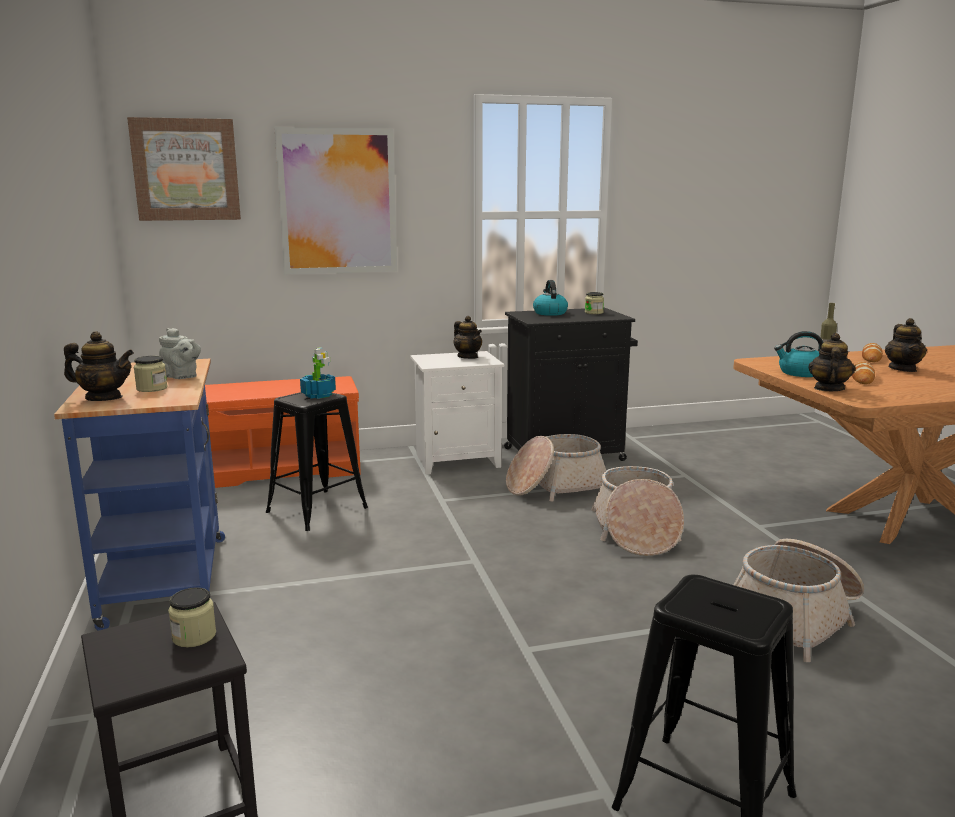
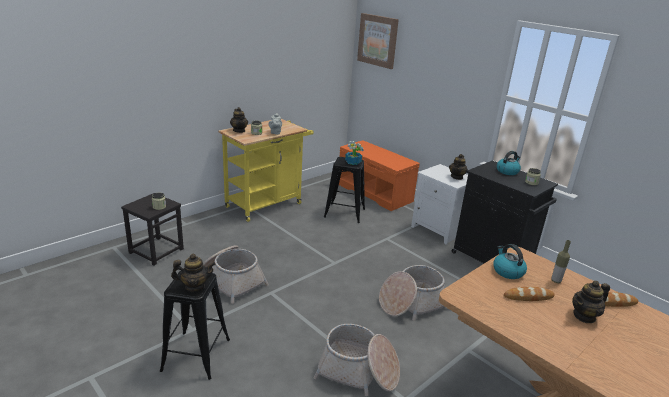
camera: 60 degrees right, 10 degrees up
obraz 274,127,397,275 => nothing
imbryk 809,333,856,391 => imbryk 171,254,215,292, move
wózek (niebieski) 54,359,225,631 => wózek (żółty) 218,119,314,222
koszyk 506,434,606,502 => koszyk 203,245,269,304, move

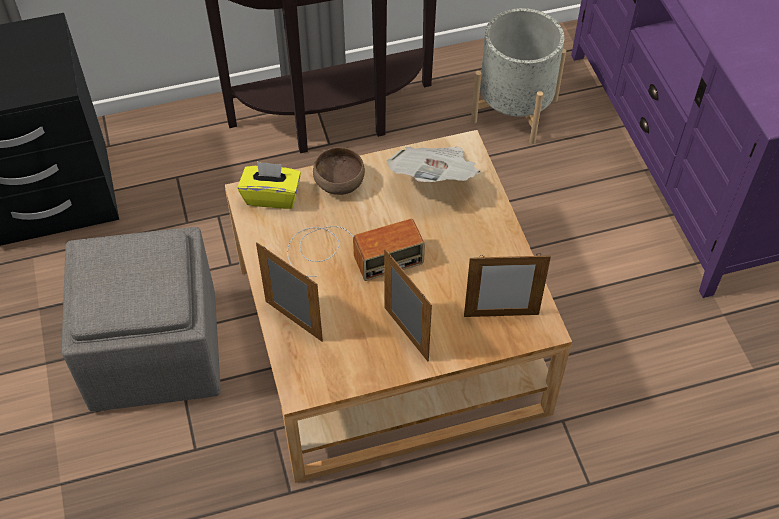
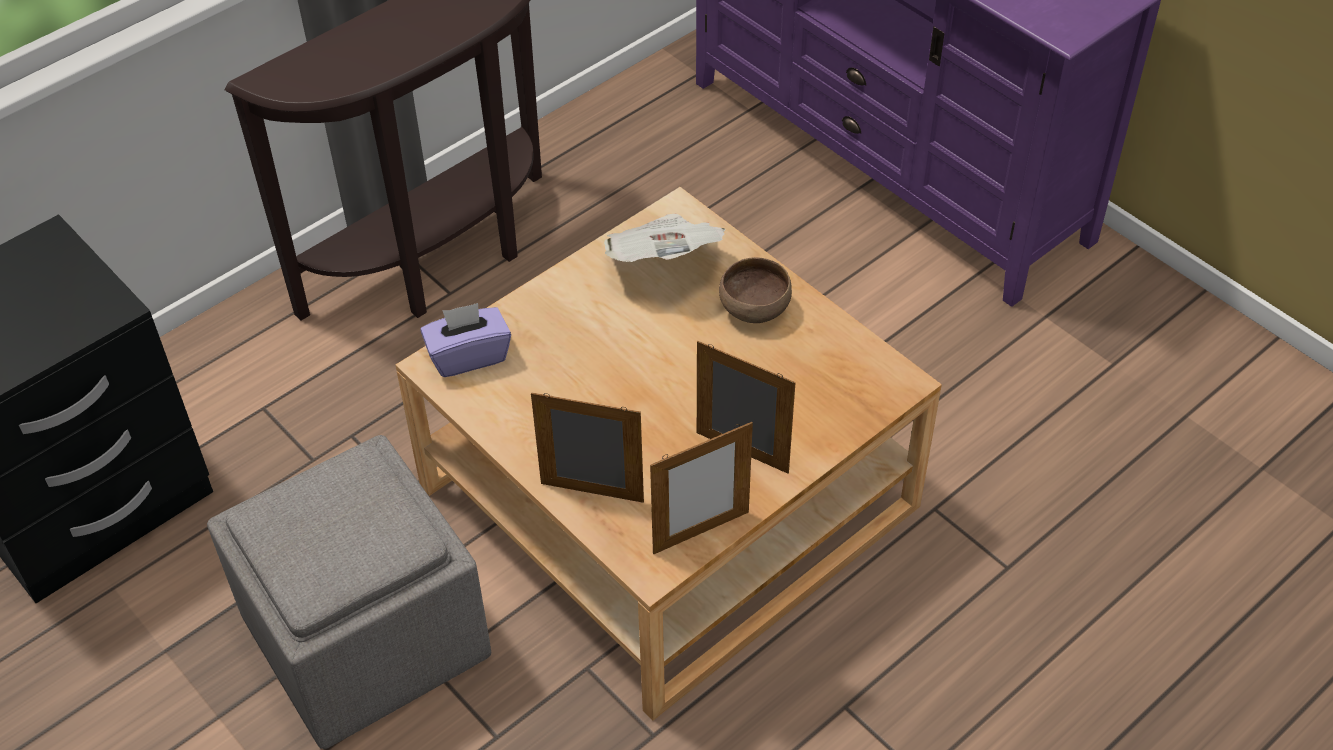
camera: 25 degrees left, 5 degrees down
donica (szary) 471,8,566,144 => nothing
miska (brązowy) 313,147,365,195 => miska (brązowy) 719,257,792,323, move
pudełko chusteczek (żółty) 238,161,301,209 => pudełko chusteczek (fioletowy) 420,303,511,377
radio 287,219,425,281 => nothing
ramka na zdjęcie 464,253,551,317 => ramka na zdjęcie 650,422,753,554, move

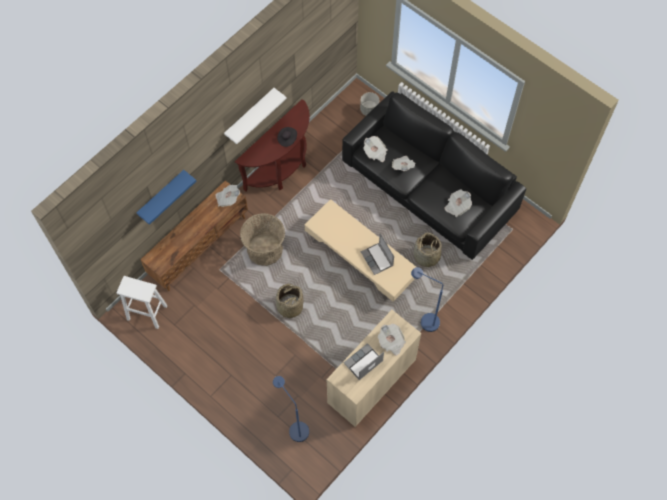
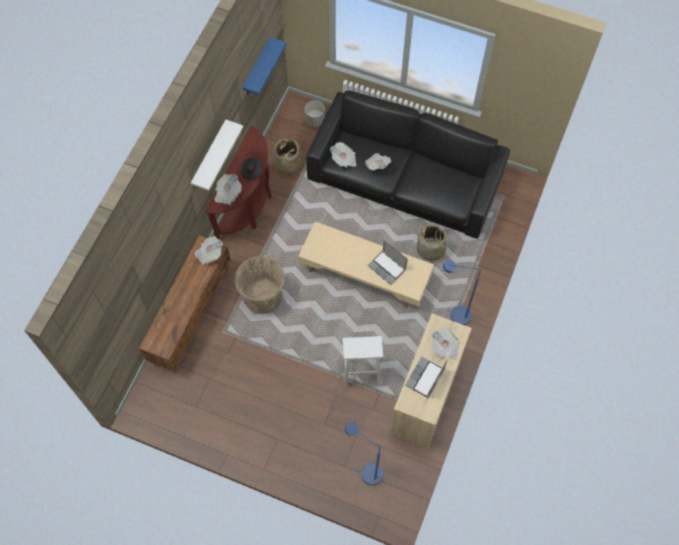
camera: 20 degrees left, 0 degrees up
półka (niebieski) 136,170,196,225 => półka (niebieski) 242,37,287,95, move
gazeta 444,189,472,217 => gazeta 214,174,242,205, move
stołek (biały) 117,276,168,329 => stołek (biały) 342,336,383,386, move
koszyk 276,284,304,319 => koszyk 273,138,301,177, move

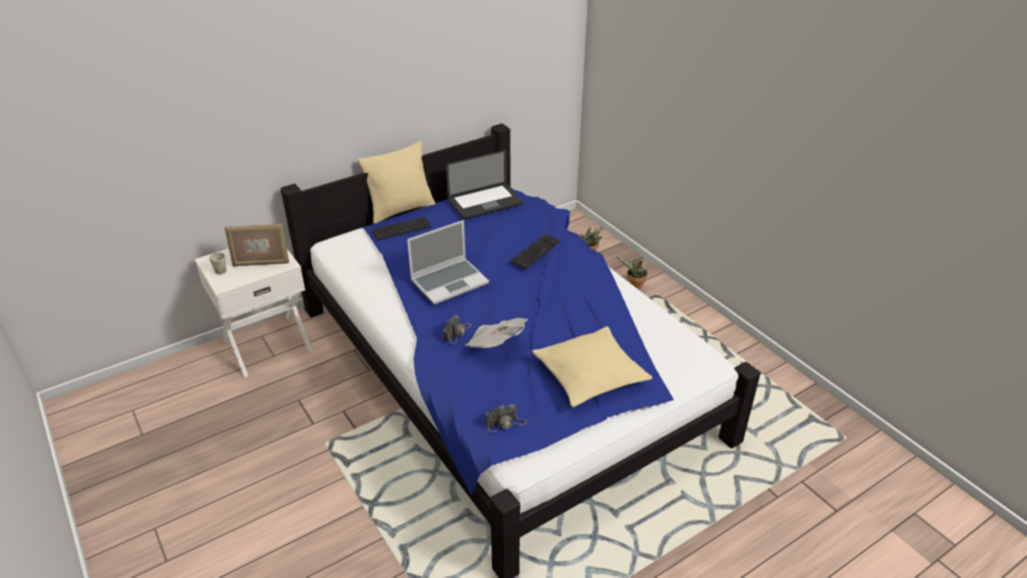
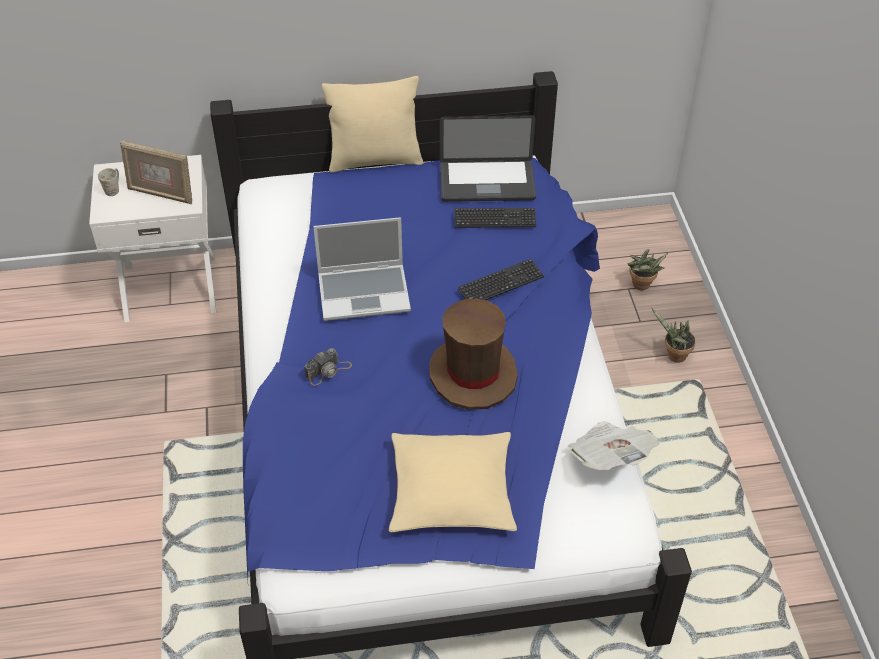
camera: 25 degrees right, 10 degrees up
klawiatura 372,216,432,241 => klawiatura 454,208,536,228, move
gazeta 465,318,528,348 => gazeta 568,421,660,470, move
aparat fotograficzny 486,404,527,432 => nothing
nothing => kapelusz (brązowy) 429,299,518,410

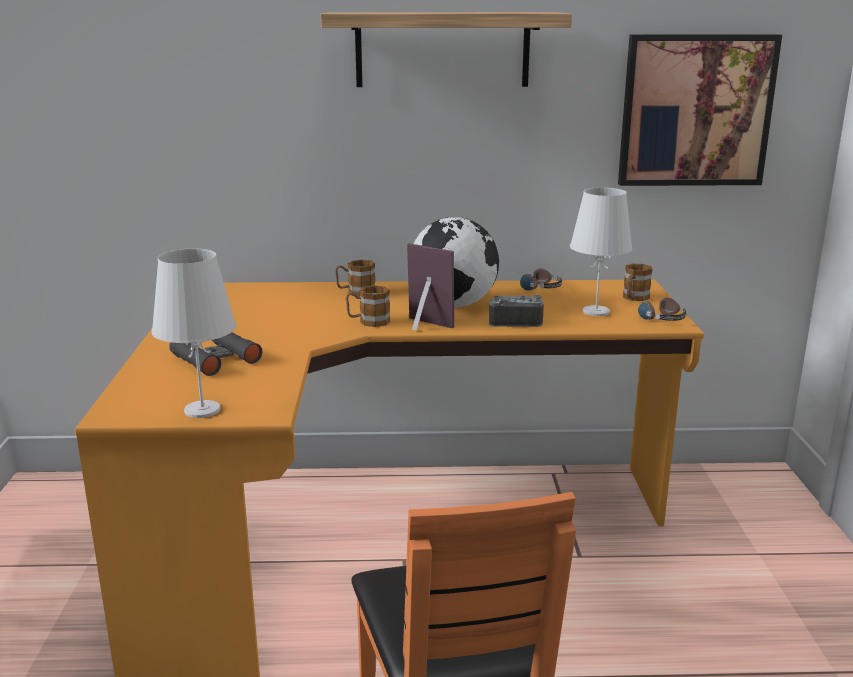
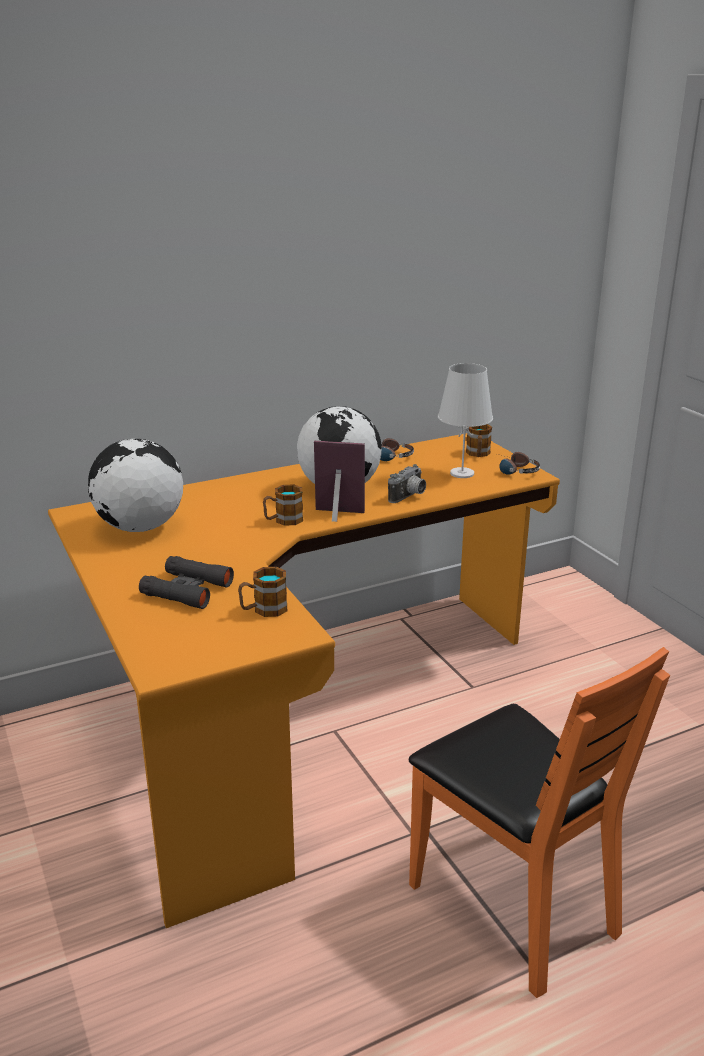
camera: 25 degrees left, 5 degrees up
półka 321,12,572,87 => nothing
obraz 618,34,782,186 => nothing
lampa stołowa (biały) 151,249,237,418 => nothing
kubek 335,260,375,296 => kubek 238,567,287,617, move
aparat fotograficzny 489,295,544,327 => aparat fotograficzny 388,464,426,503, 150 degrees clockwise
nothing => globus 88,438,183,532

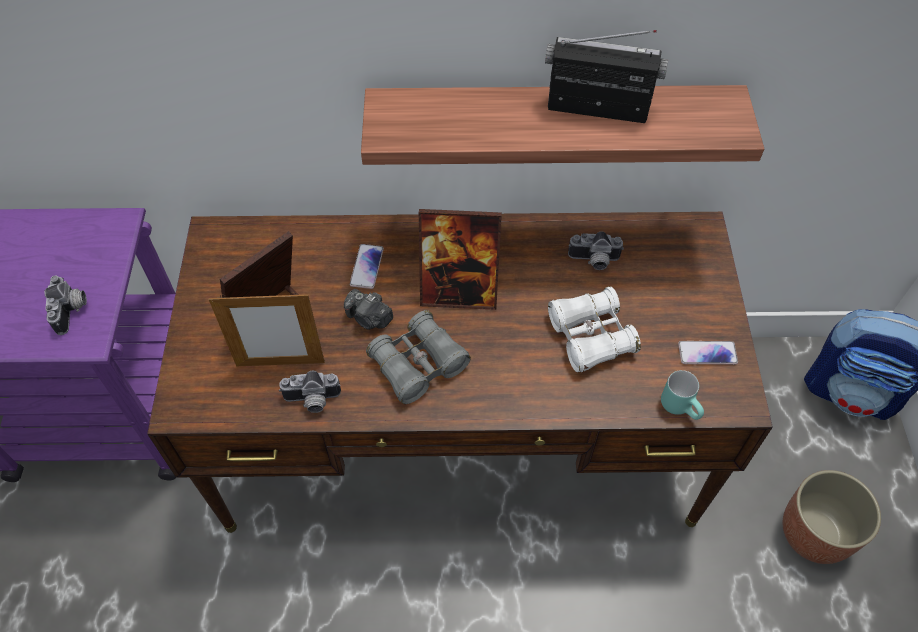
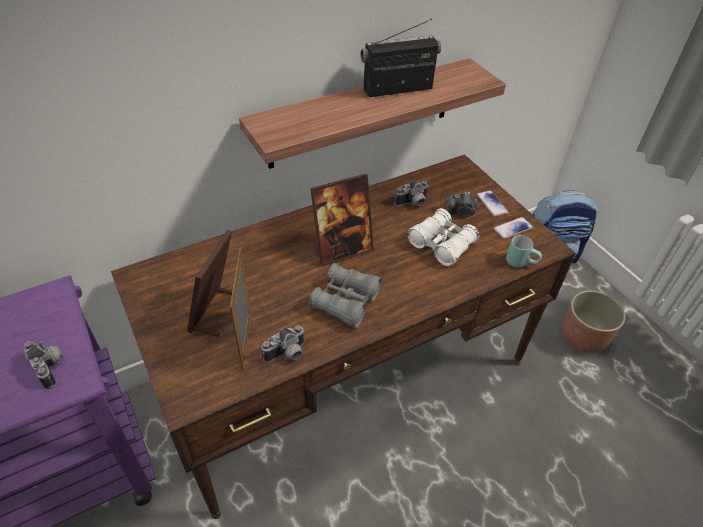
camera: 30 degrees left, 10 degrees down
telefon 350,244,384,289 => telefon 477,190,508,217, move
aparat fotograficzny 344,289,393,330 => aparat fotograficzny 445,191,478,217, move
ramka na zdjęcie 209,292,325,367 => ramka na zdjęcie 230,248,251,370, 120 degrees clockwise

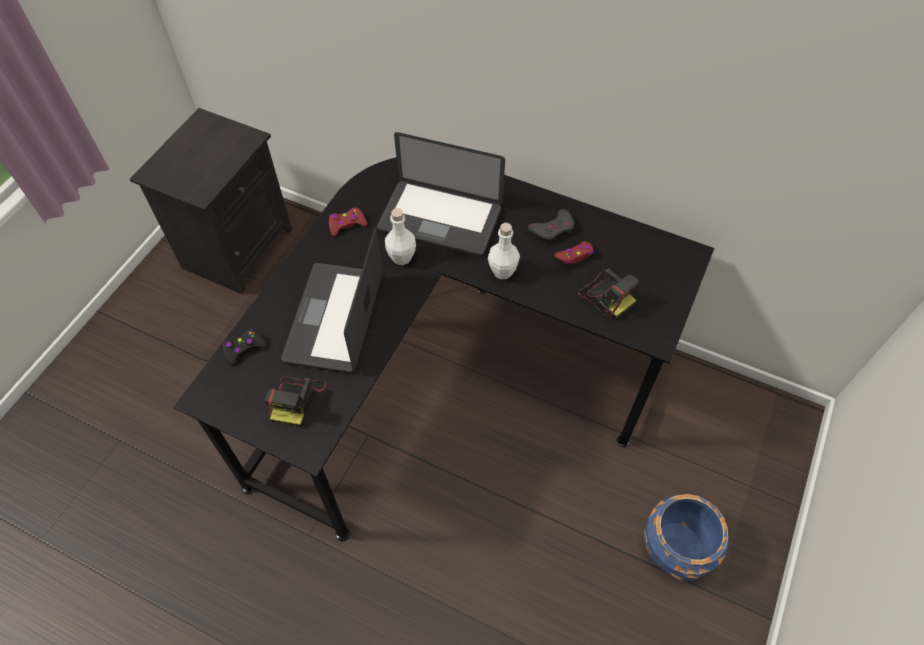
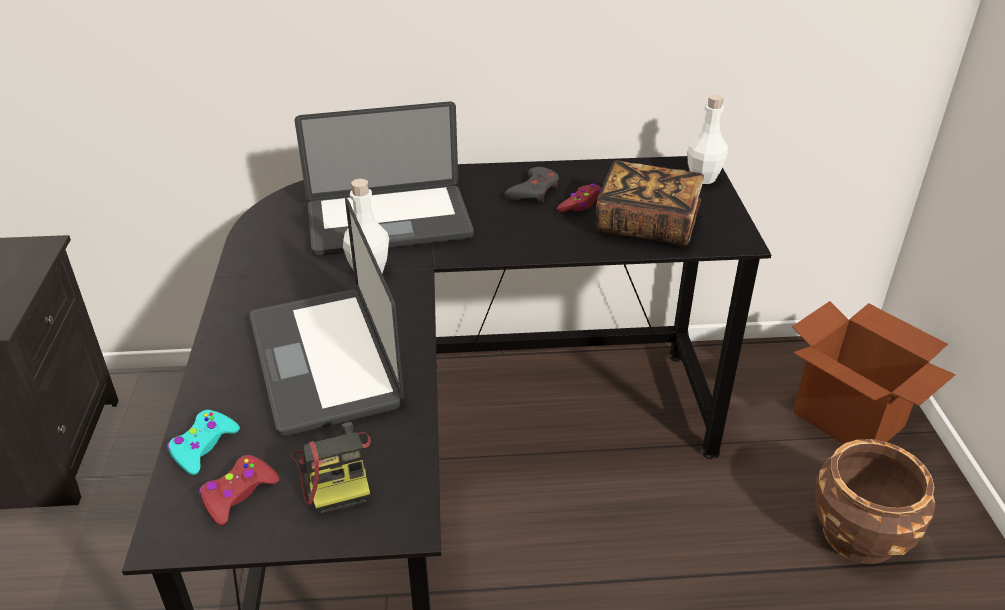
camera: 30 degrees left, 20 degrees down
pad do gier (czerwony) 329,207,367,236 => pad do gier (czerwony) 199,455,279,525, move
butelka (biały) 488,223,520,279 => butelka (biały) 687,95,728,184, move
aparat fotograficzny 578,268,639,319 => książka 596,160,704,246
pad do gier (czarny) 223,329,267,366 => pad do gier (turkusowy) 167,410,240,475
donica (niebieski) 643,494,729,581 => donica (brązowy) 815,439,935,564
nothing => karton 792,301,956,444

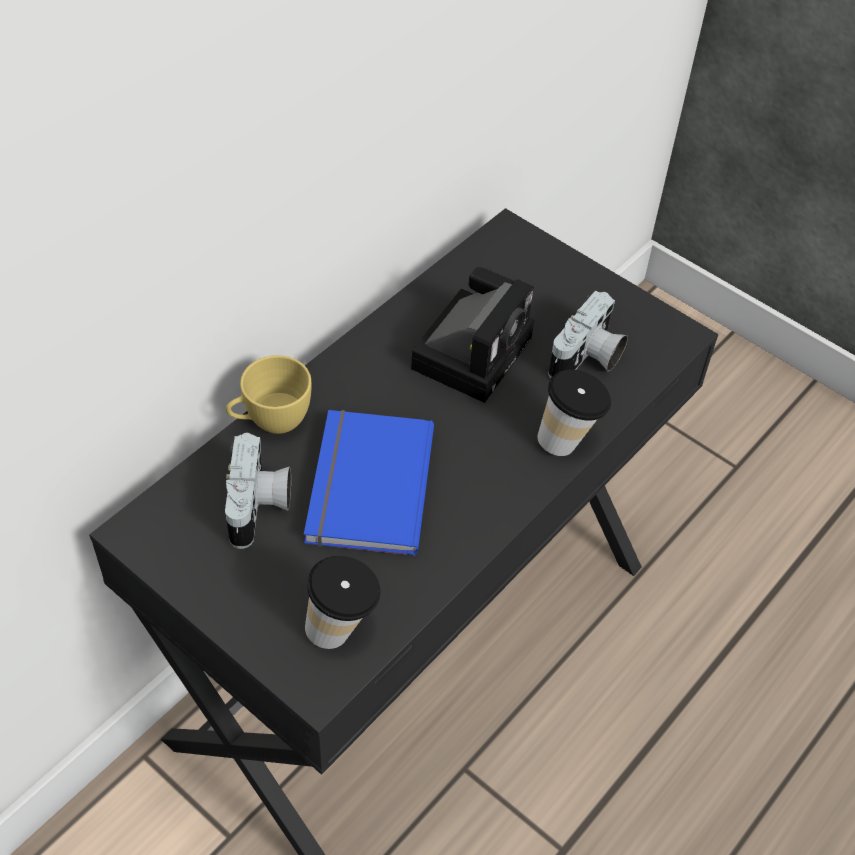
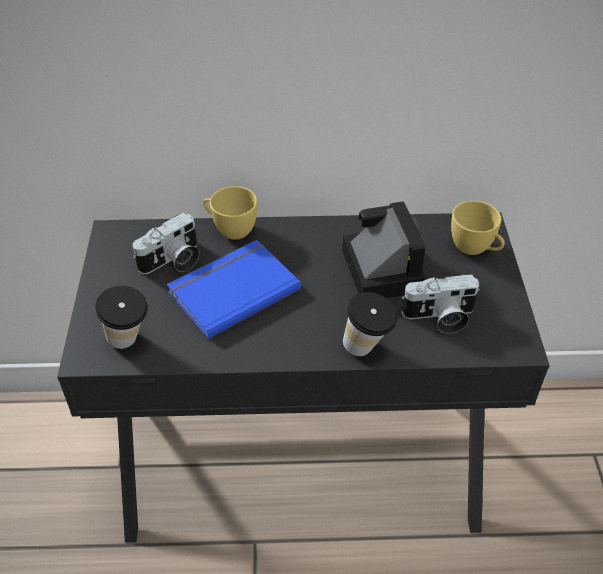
camera: 50 degrees right, 5 degrees down
aparat fotograficzny 411,267,534,403 => aparat fotograficzny 342,201,425,298, 90 degrees counterclockwise
nothing => filiżanka (żółty) 451,201,505,255

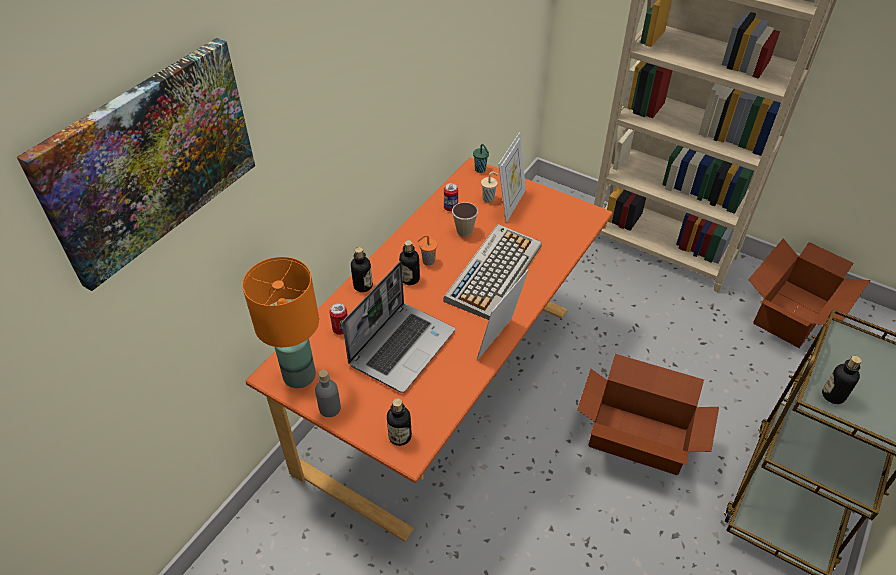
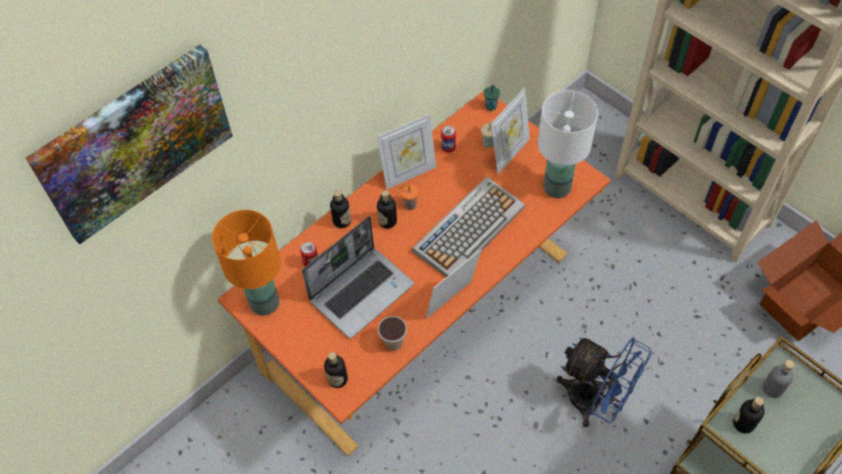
camera: 15 degrees right, 10 degrees up
filiżanka 452,202,478,237 => filiżanka 378,316,407,351, move
karton 577,354,719,475 => wentylator (niebieski) 556,337,651,427
butelka (szary) 315,369,341,417 => butelka (szary) 763,360,795,398, move
nothing => lampa stołowa (biały) 538,90,598,198
nothing => ramka na zdjęcie 377,114,436,189

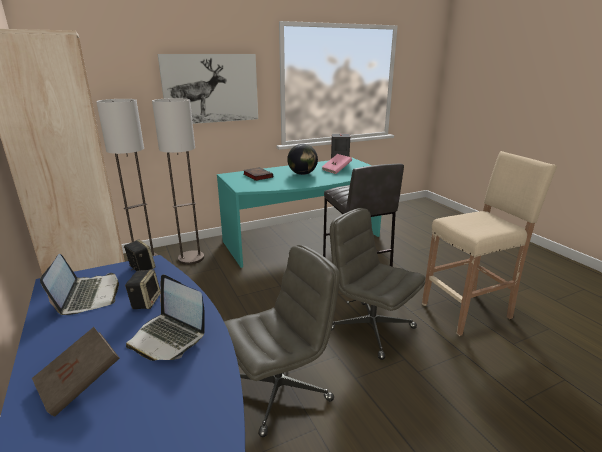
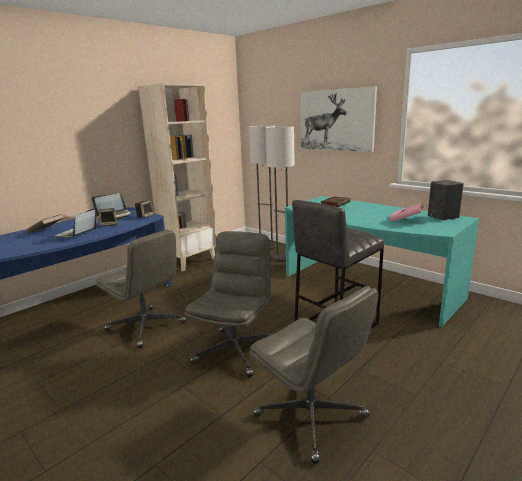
camera: 70 degrees right, 5 degrees down
globus 287,144,318,175 => nothing
stołek (beżowy) 422,151,557,336 => krzesło biurowe (szary) 249,286,378,464

